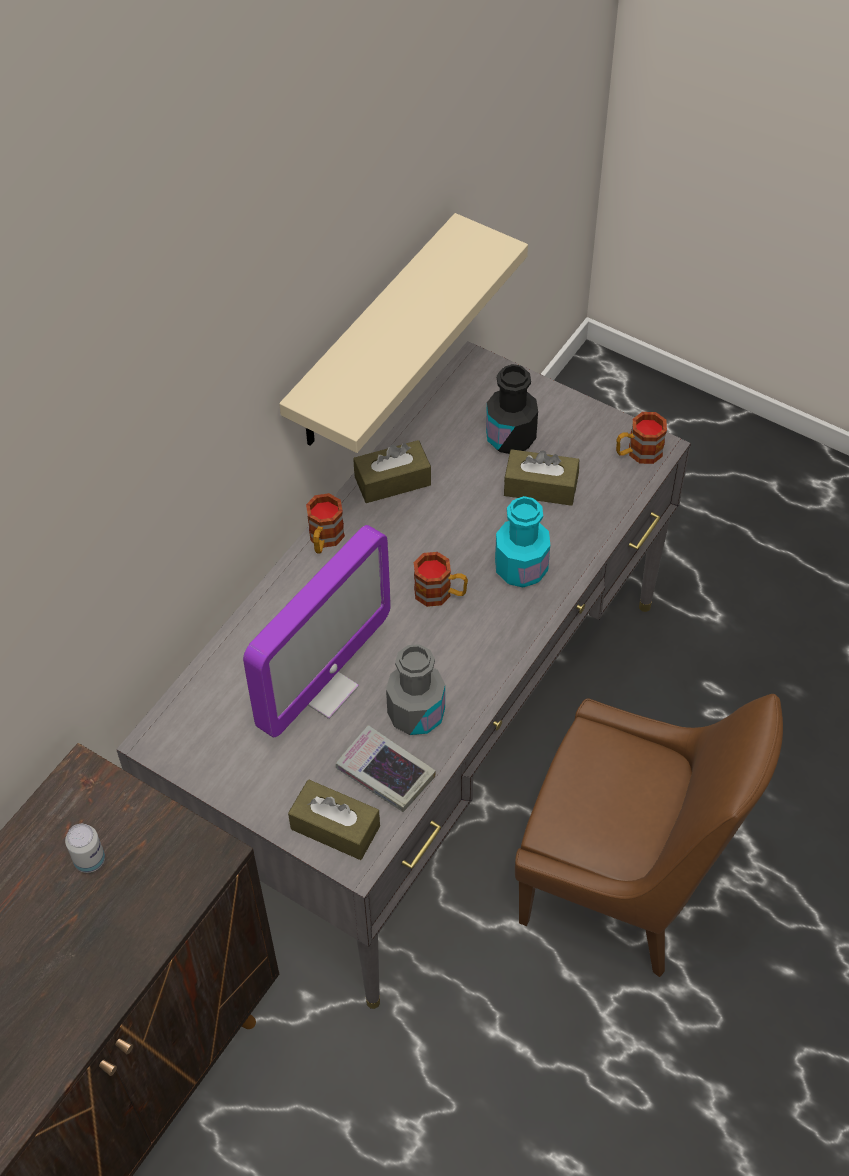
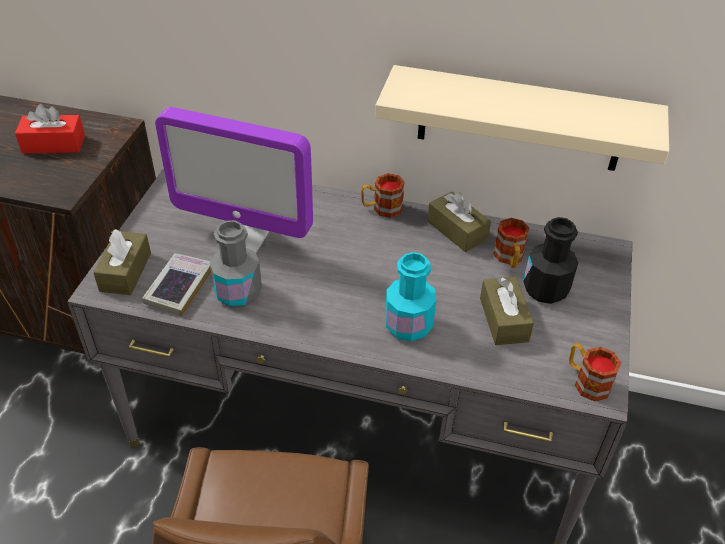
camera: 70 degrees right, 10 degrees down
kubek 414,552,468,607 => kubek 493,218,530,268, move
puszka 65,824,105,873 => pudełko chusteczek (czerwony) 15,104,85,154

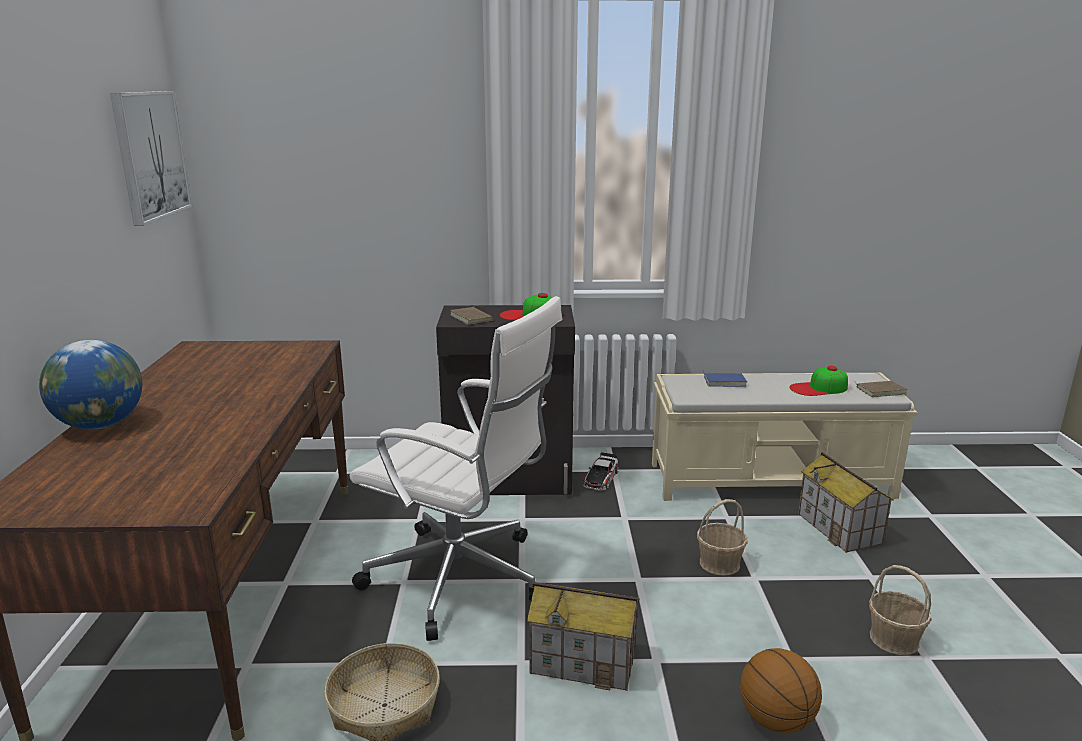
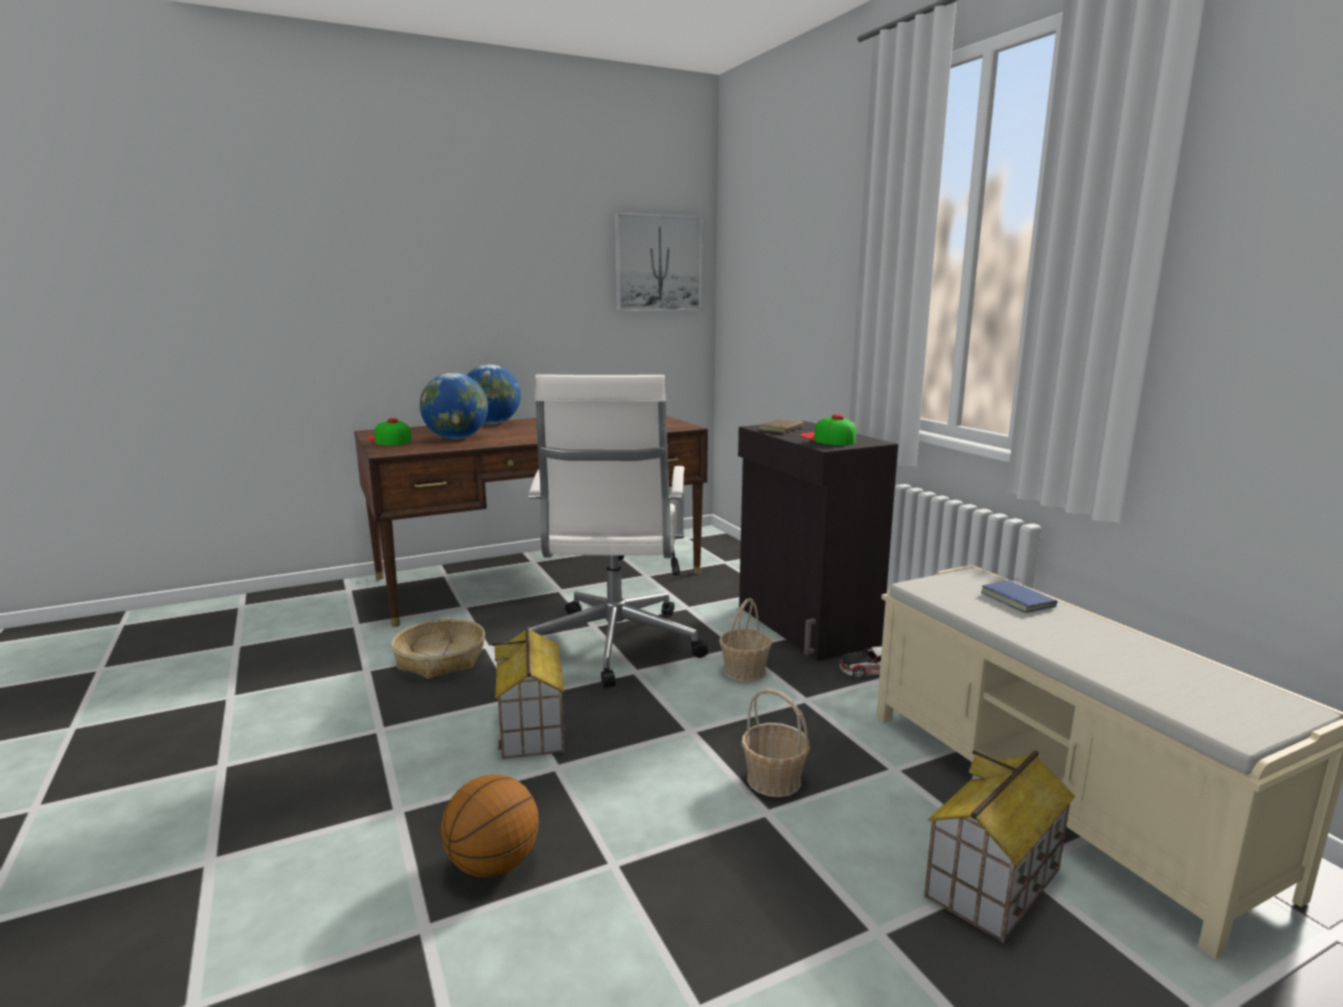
camera: 65 degrees right, 5 degrees down
czapka z daszkiem 789,366,848,396 => czapka z daszkiem 367,418,412,445, move
książka (brązowy) 854,381,908,397 => nothing
koszyk 869,565,932,655 => koszyk 719,598,772,682, move
nothing => globus 420,373,488,439

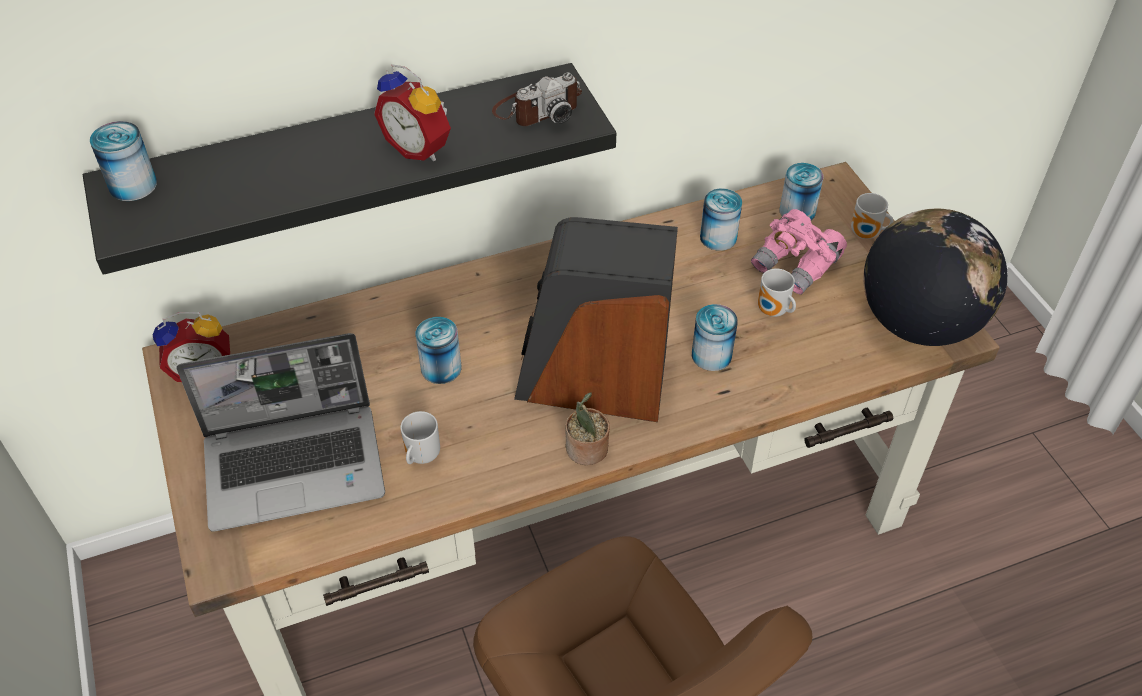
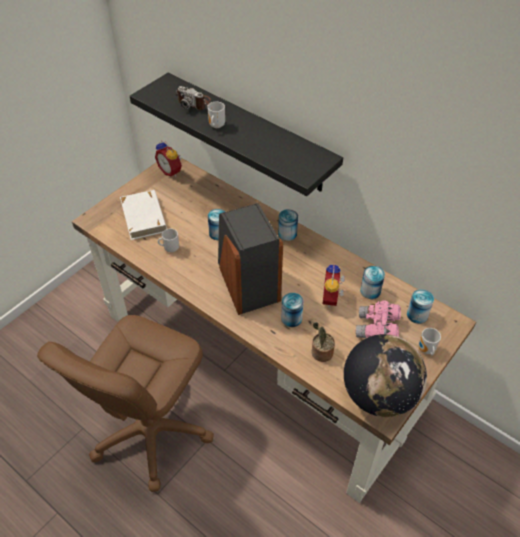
camera: 60 degrees right, 0 degrees up
budzik 374,64,451,161 => budzik 323,264,345,308, move
aparat fotograficzny 492,73,582,126 => aparat fotograficzny 176,86,211,110, move
puszka 90,121,157,201 => puszka 278,209,298,241, move
kubek 758,269,796,317 => kubek 207,102,225,128, move
laptop 176,333,385,532 => książka (biały) 120,190,167,240
roślina doniczkowa 565,393,610,465 => roślina doniczkowa 312,322,335,362, move

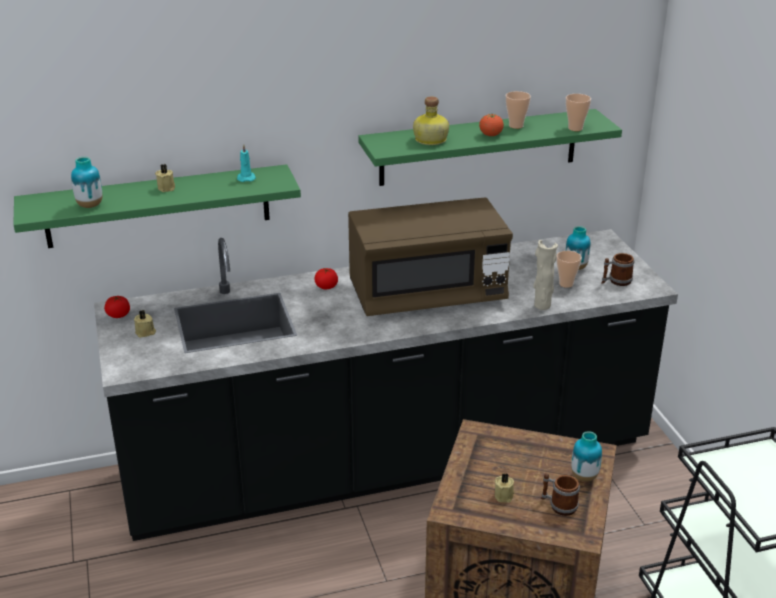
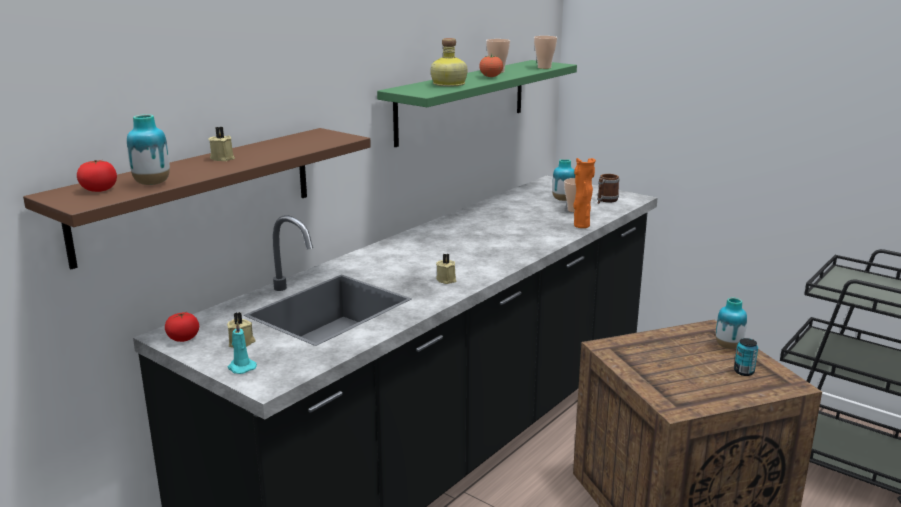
camera: 35 degrees left, 10 degrees down
świeca (turkusowy) 237,145,256,182 => świeca (turkusowy) 228,321,257,374, move
półka (zielony) 13,164,301,248 => półka (brązowy) 23,128,371,269
mikrofalówka (brązowy) 348,198,513,316 => nothing
wazon (beżowy) 533,240,558,310 => wazon (pomarańczowy) 573,158,596,228
pomidor 314,268,338,290 => pomidor 77,160,117,192, move
świeca (beżowy) 495,473,514,503 => świeca (beżowy) 436,254,456,284, move
kubek 541,473,580,516 => puszka 734,338,758,376

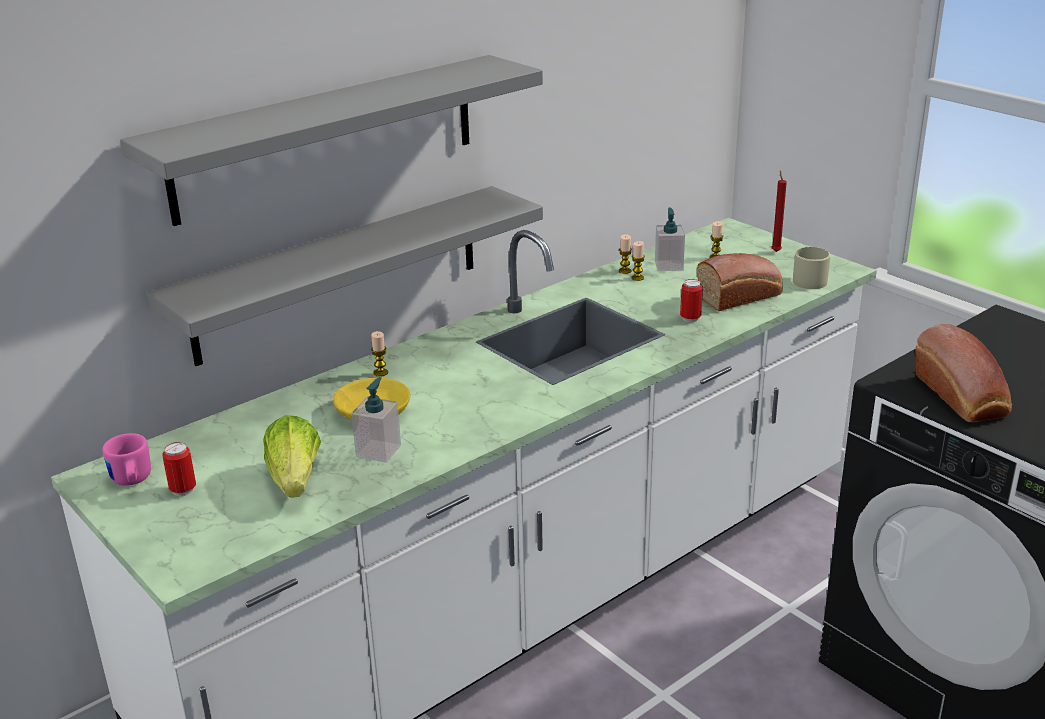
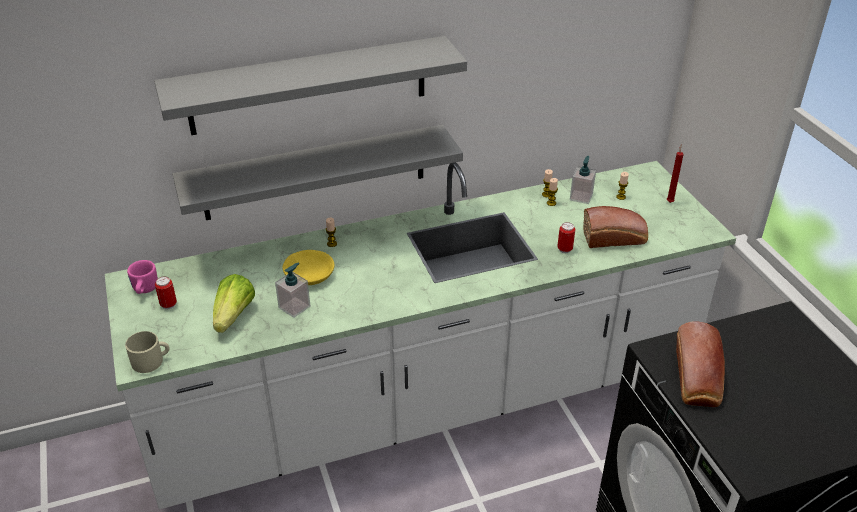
camera: 20 degrees right, 10 degrees up
kubek (beżowy) 793,247,831,289 => kubek (beżowy) 125,331,170,373, move

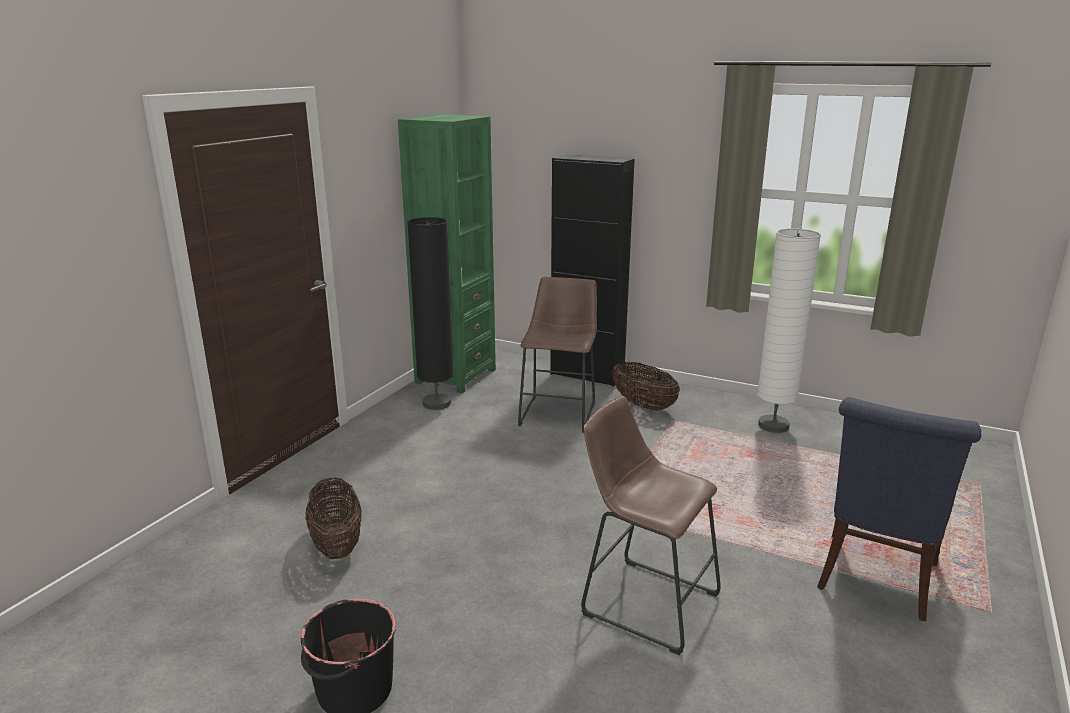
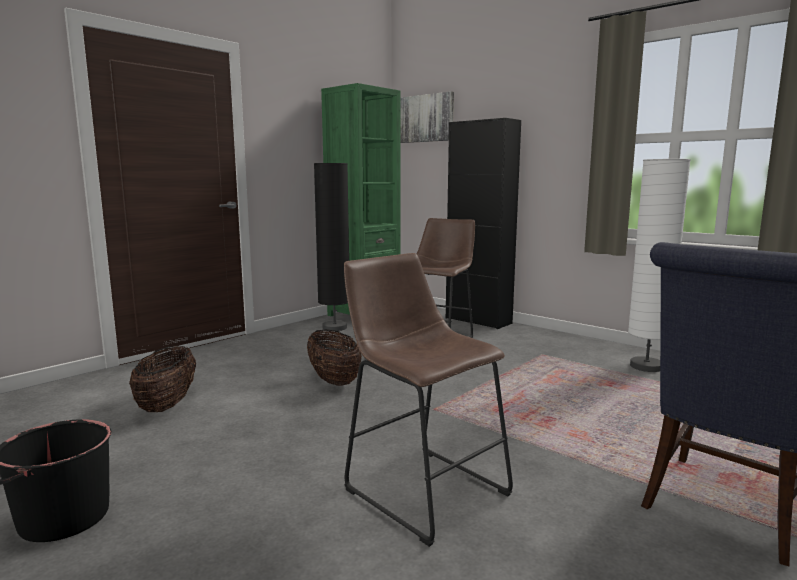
camera: 15 degrees right, 10 degrees down
koszyk 612,362,680,410 => koszyk 307,330,362,386, move
nothing => obraz 401,91,454,143

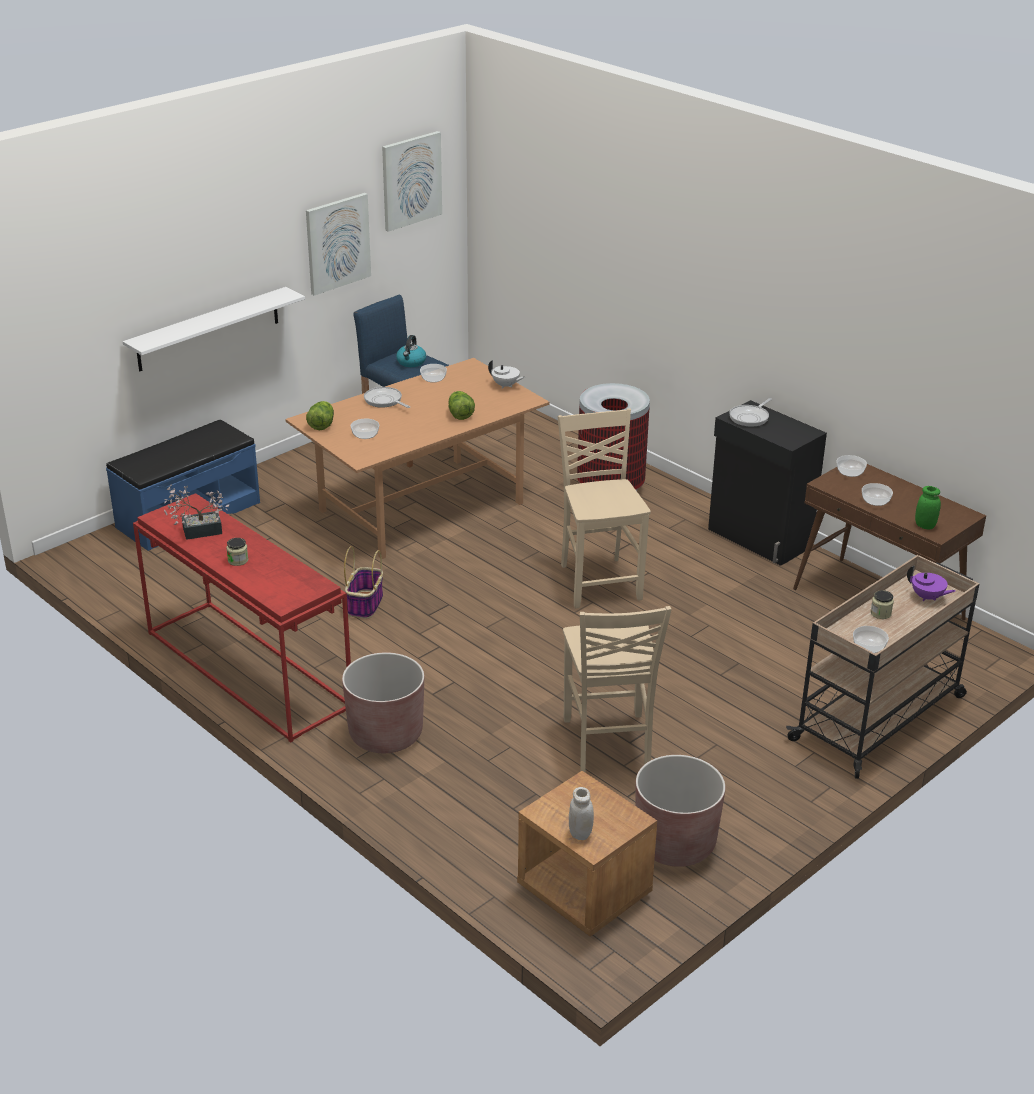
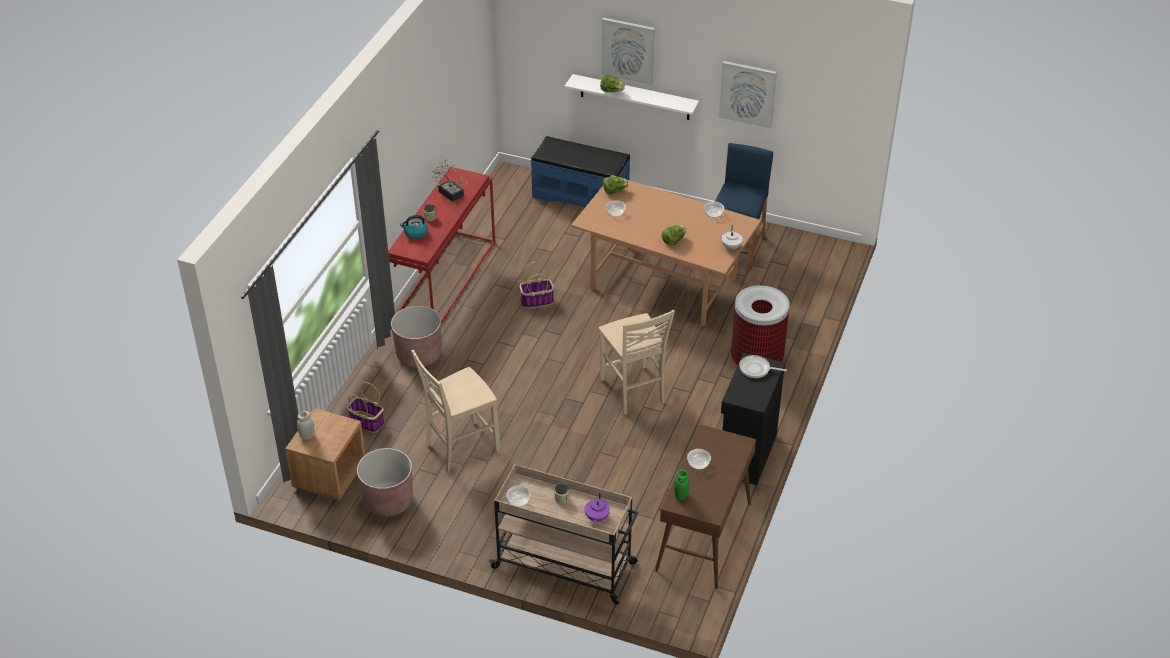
camera: 65 degrees right, 10 degrees up
obraz 382,131,442,232 => obraz 602,18,655,85, move
czajnik 396,335,426,367 => czajnik 400,215,428,239, move
patelnia 364,387,410,408 => nothing
krzesło (beżowy) 558,408,651,608 => krzesło (beżowy) 599,310,675,415, 105 degrees clockwise
miska 836,455,867,477 => nothing
nothing => sałata 600,74,625,92
nothing => koszyk 347,382,384,433

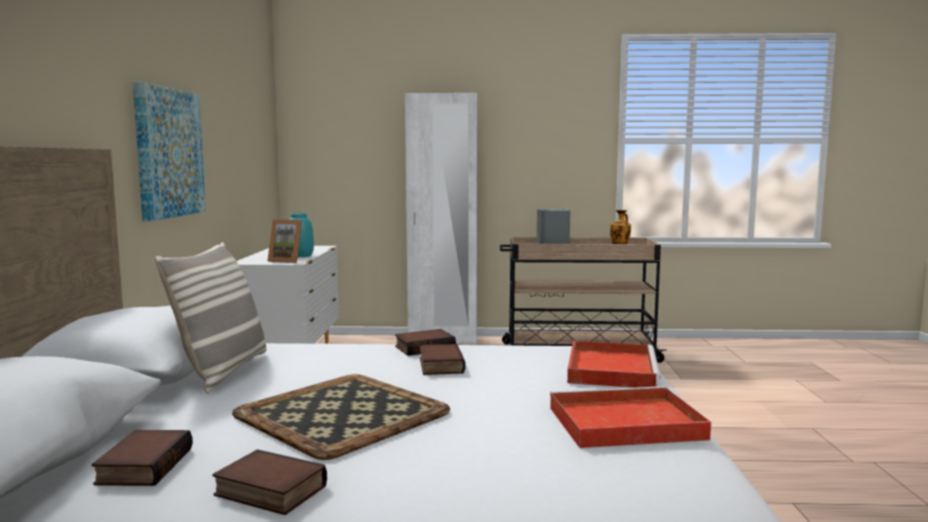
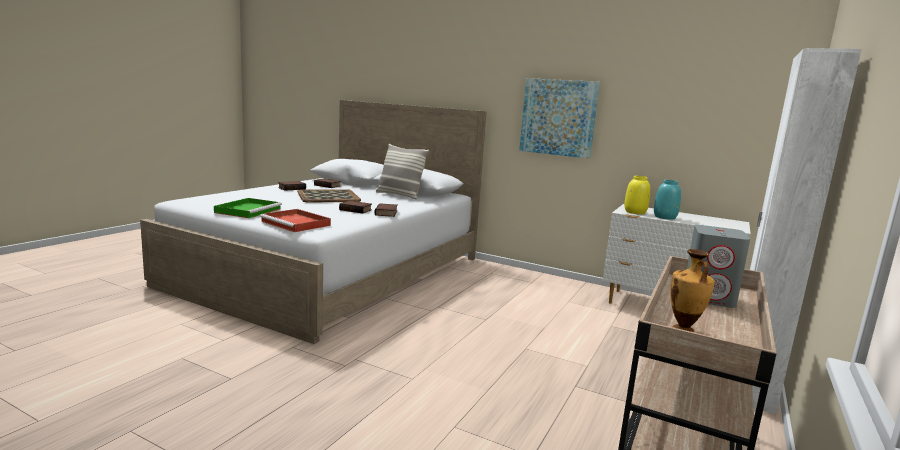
camera: 115 degrees right, 5 degrees up
ramka na zdjęcie 267,219,302,263 => wazon (żółty) 624,176,650,214
taca (czerwony) 550,386,711,448 => taca (zielony) 214,198,282,218

